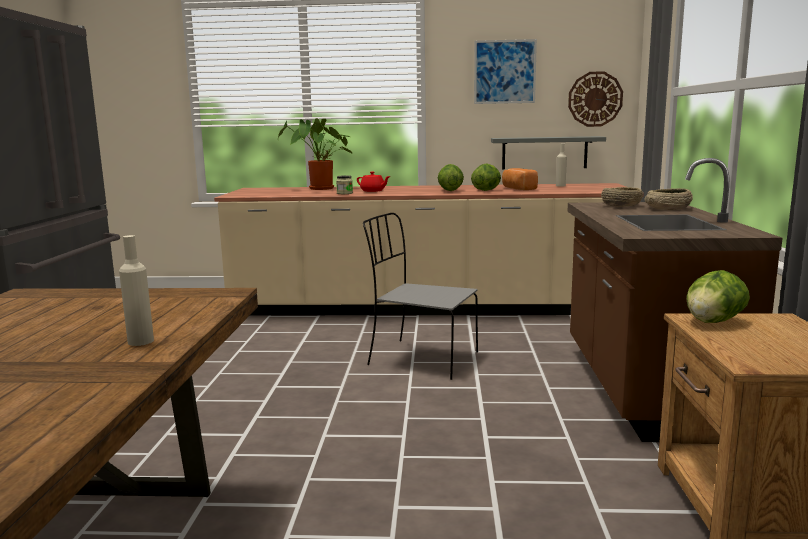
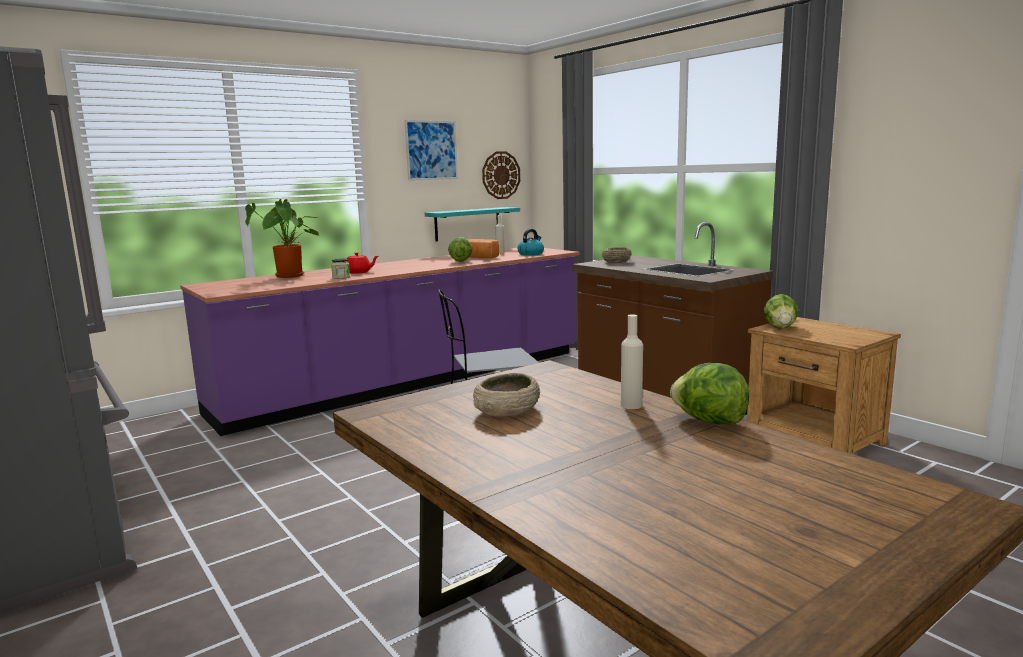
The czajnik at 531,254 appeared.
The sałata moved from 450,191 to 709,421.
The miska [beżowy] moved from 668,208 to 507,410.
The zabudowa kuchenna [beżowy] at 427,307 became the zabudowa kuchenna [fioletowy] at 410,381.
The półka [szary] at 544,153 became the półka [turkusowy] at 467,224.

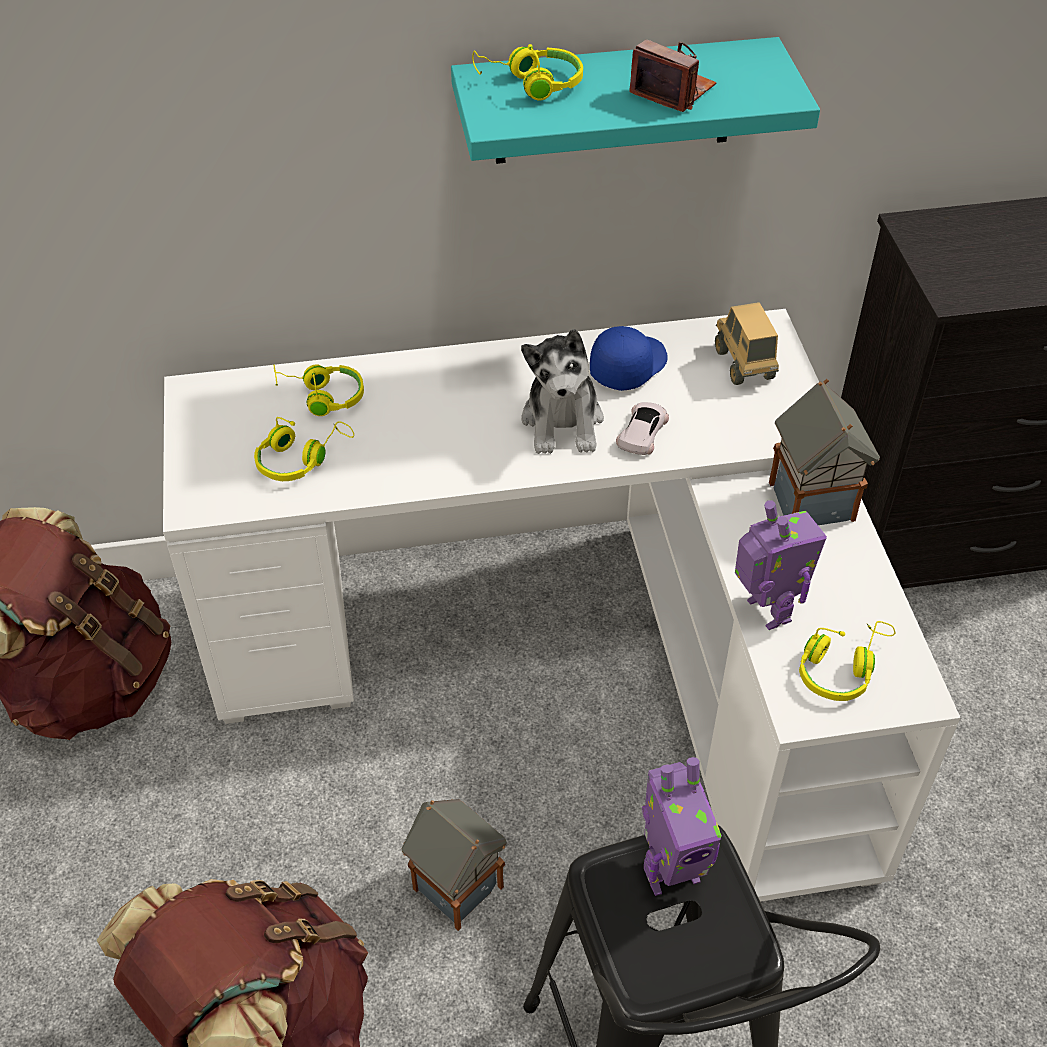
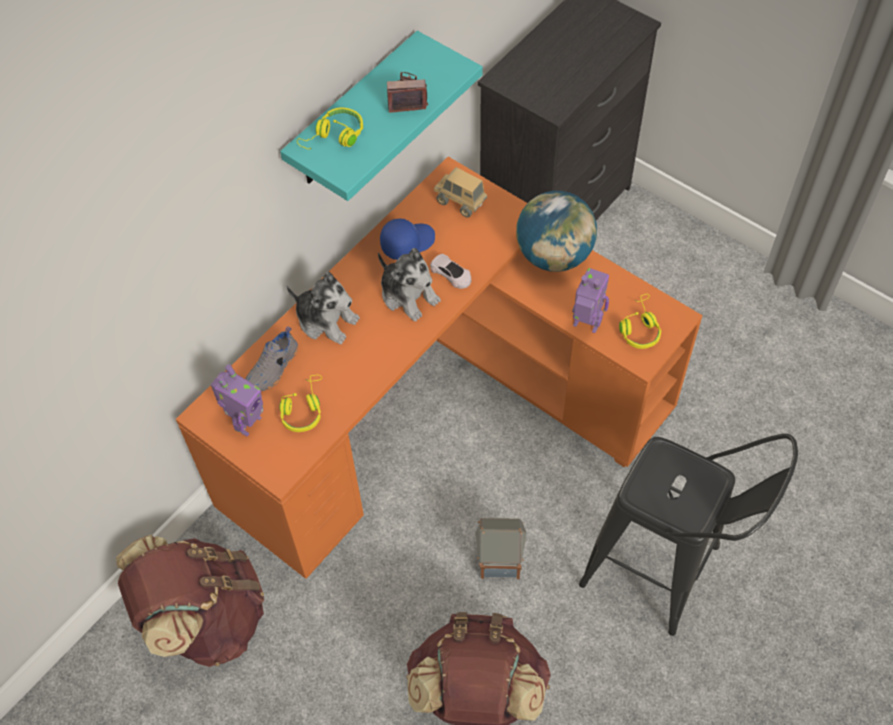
The pluszak at 326,320 appeared.
The robot zabawkowy moved from 670,872 to 246,422.
The słuchawki [żółty] at 321,396 was replaced by the but [szary] at 274,368.
The domek at 812,503 was replaced by the globus at 554,255.
The biurko [biały] at 570,654 became the biurko [pomarańczowy] at 438,408.
The czapka z daszkiem [niebieski] at 627,366 turned 60 degrees clockwise.
The samochodzik [biały] at 642,432 turned 150 degrees clockwise.

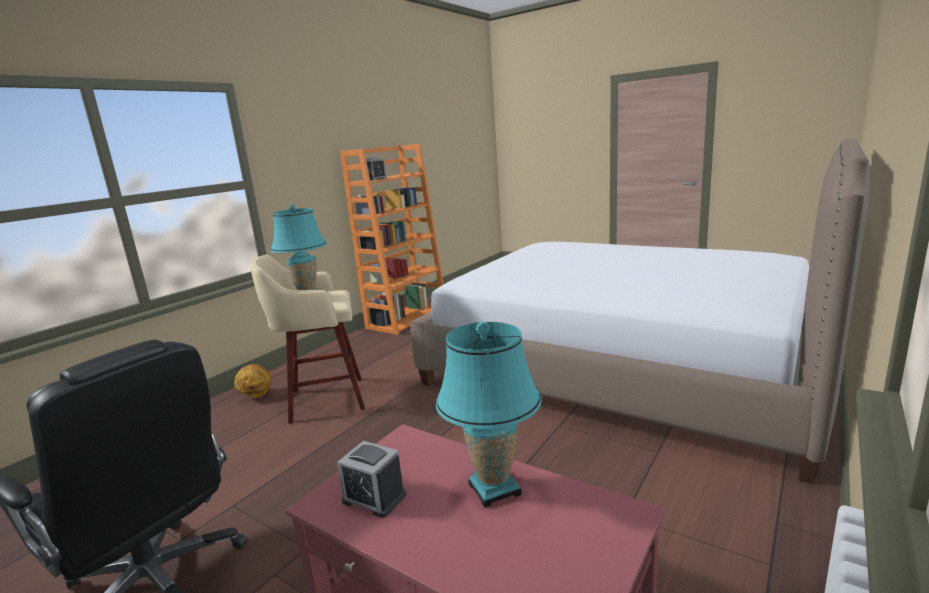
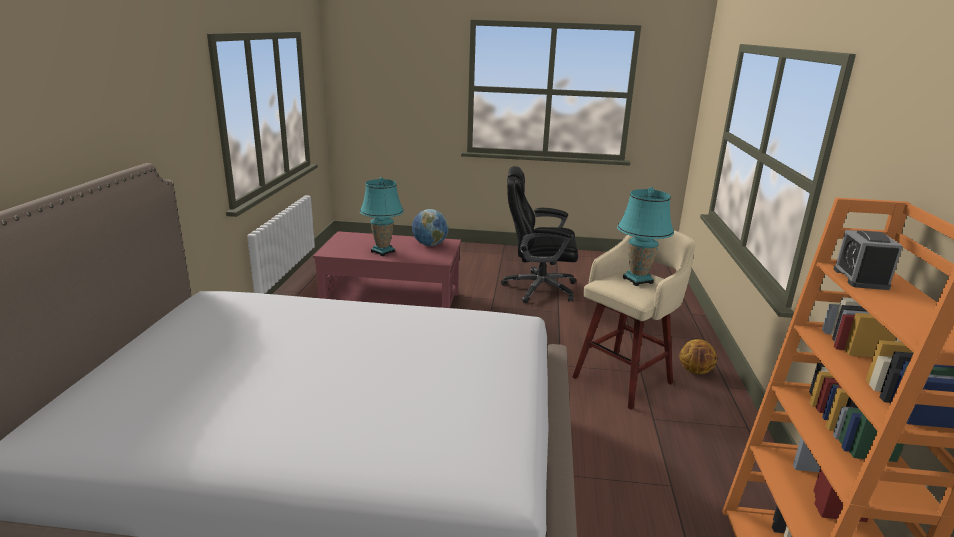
The budzik at 374,498 was replaced by the globus at 430,245.

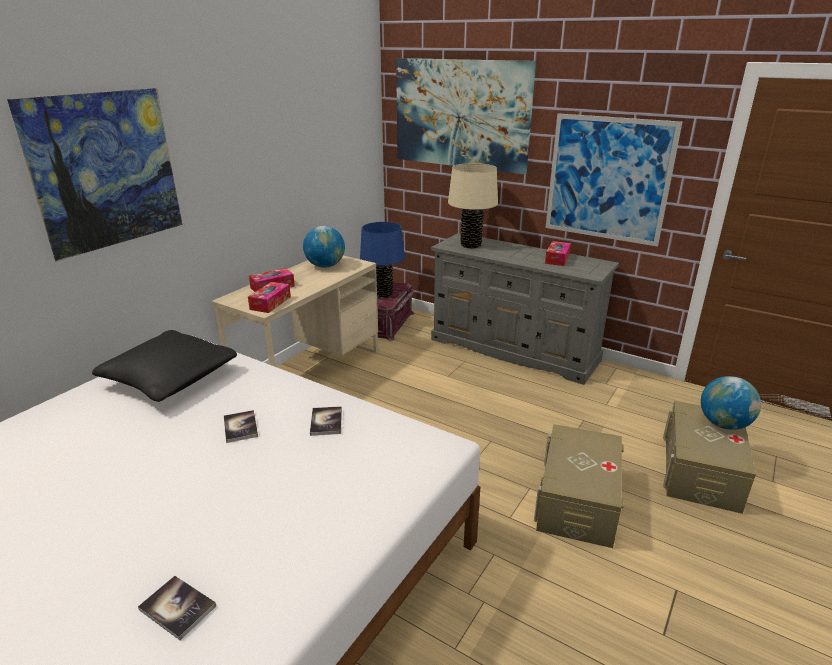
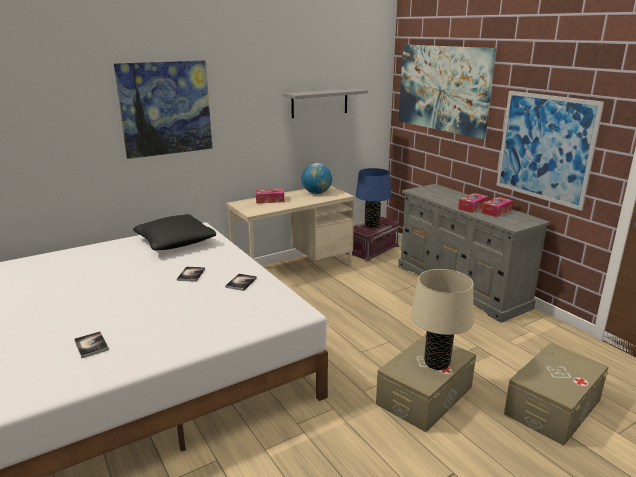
The globus at 724,424 disappeared.
The półka [szary] at 319,103 appeared.
The pudełko chusteczek moved from 270,303 to 472,207.
The lampa stołowa [beżowy] moved from 471,245 to 437,363.

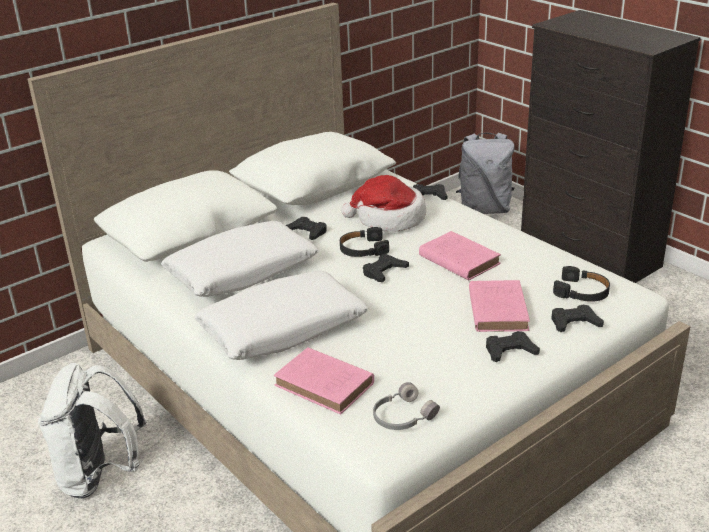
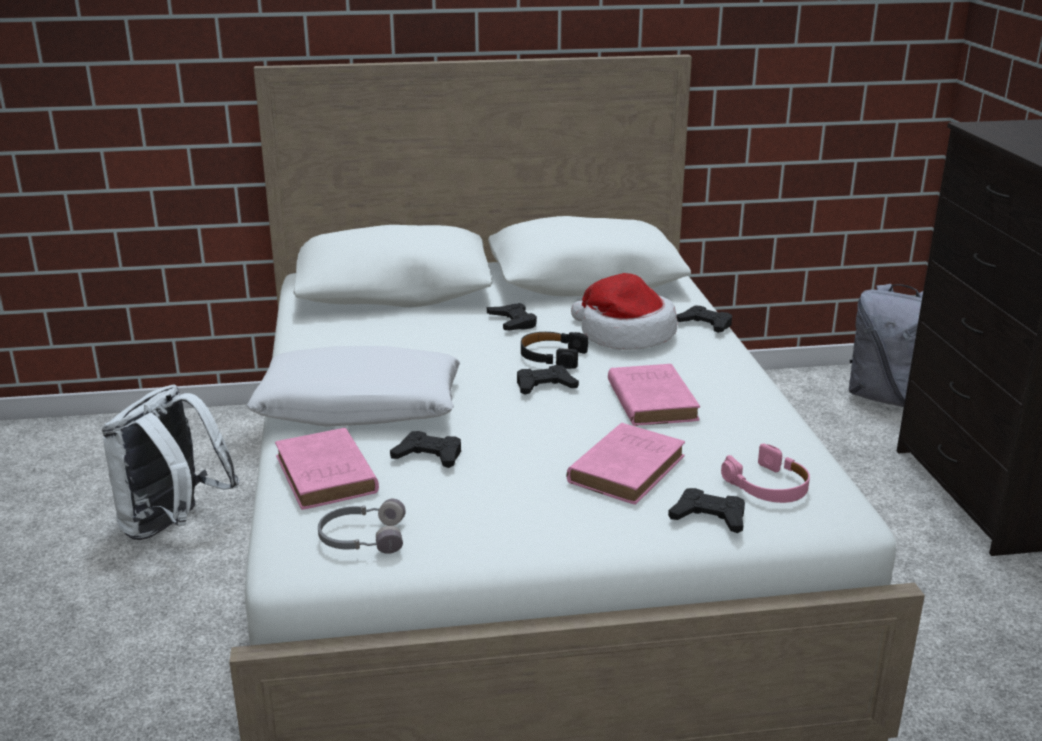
The poduszka [biały] at 242,272 disappeared.
The pad do gier [czarny] moved from 510,351 to 429,456.
The słuchawki [czarny] at 582,292 became the słuchawki [różowy] at 768,486.

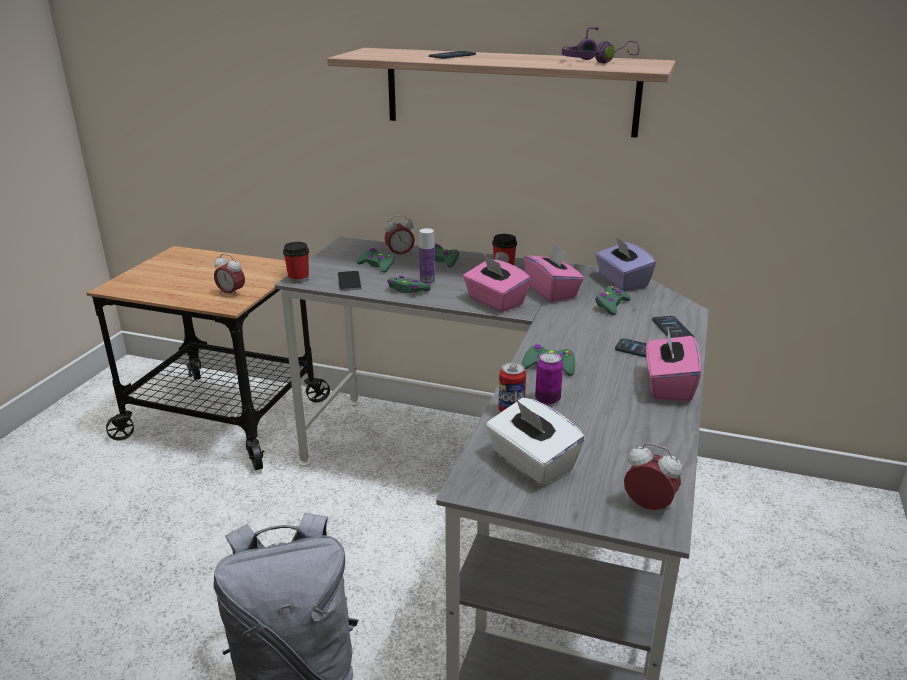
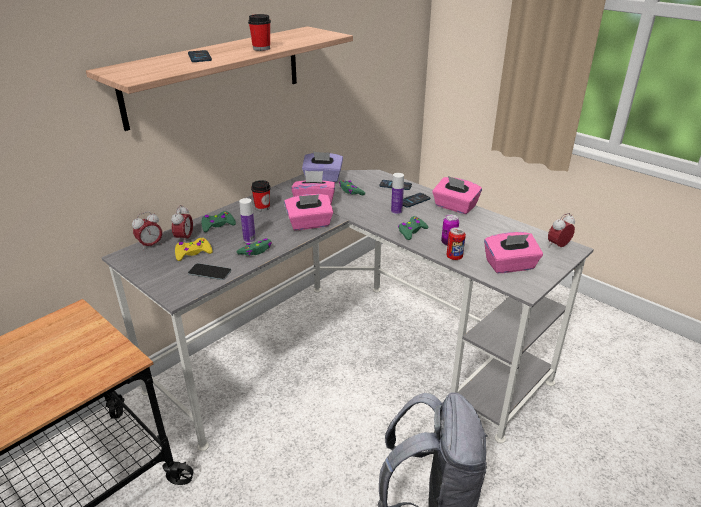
The słuchawki [fioletowy] at 595,61 disappeared.
The butelka at 396,212 appeared.
The budzik moved from 231,294 to 150,245.
The filiżanka moved from 298,279 to 261,48.
The pad do gier [zielony] at 377,265 became the pad do gier [żółty] at 193,253.
The pudełko chusteczek [biały] at 531,463 became the pudełko chusteczek [różowy] at 510,266.

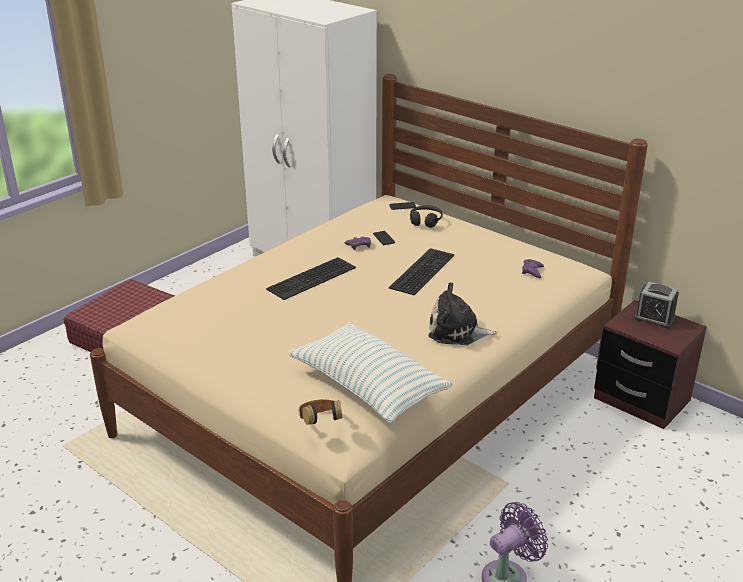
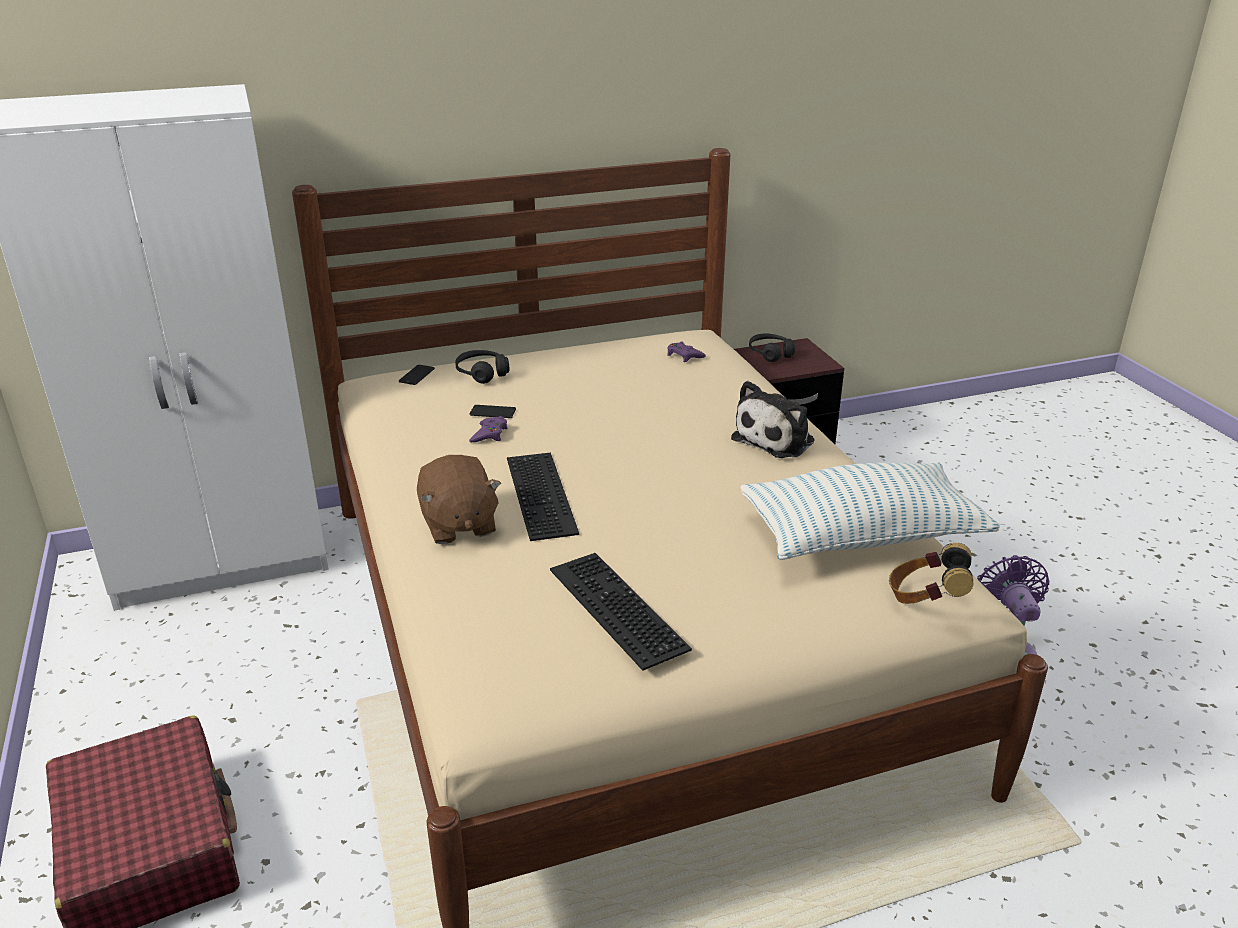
The pluszak [brązowy] at 458,525 appeared.
The klawiatura moved from 421,270 to 613,608.
The budzik at 654,318 was replaced by the słuchawki [czarny] at 770,353.

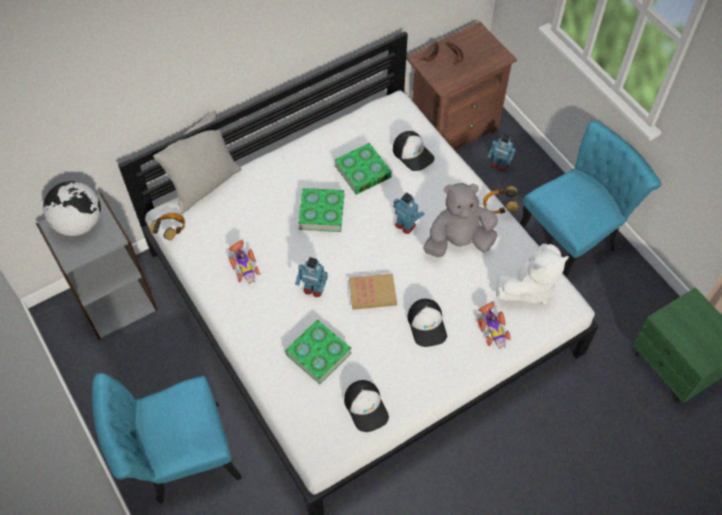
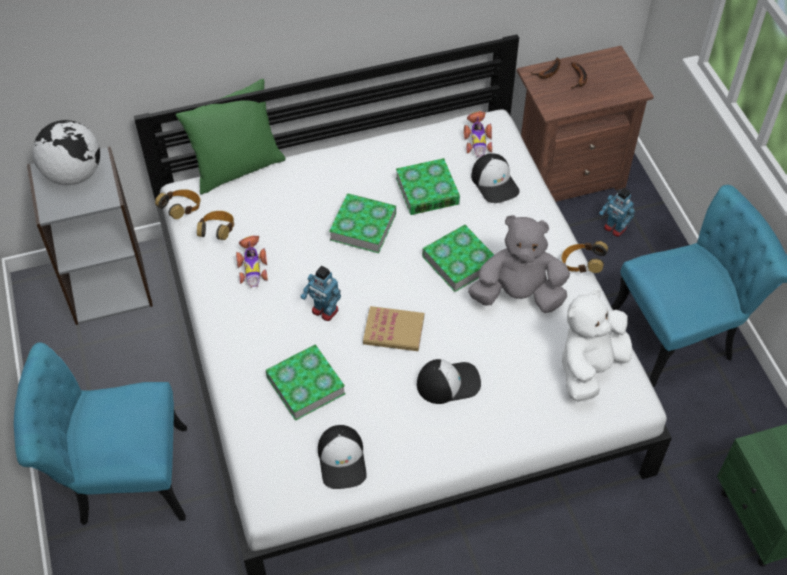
The słuchawki at 218,232 appeared.
The samochodzik moved from 492,327 to 477,139.
The robot zabawkowy at 405,225 was replaced by the książka at 459,262.
The poduszka [szary] at 204,185 became the poduszka [zielony] at 237,168.
The czapka z daszkiem at 427,325 turned 105 degrees counterclockwise.
The pluszak [biały] at 529,288 turned 150 degrees clockwise.

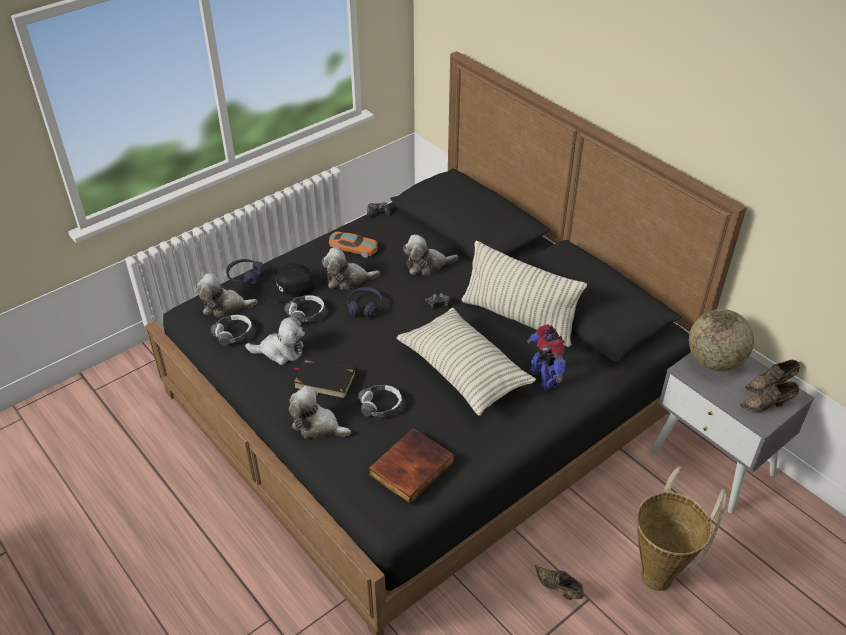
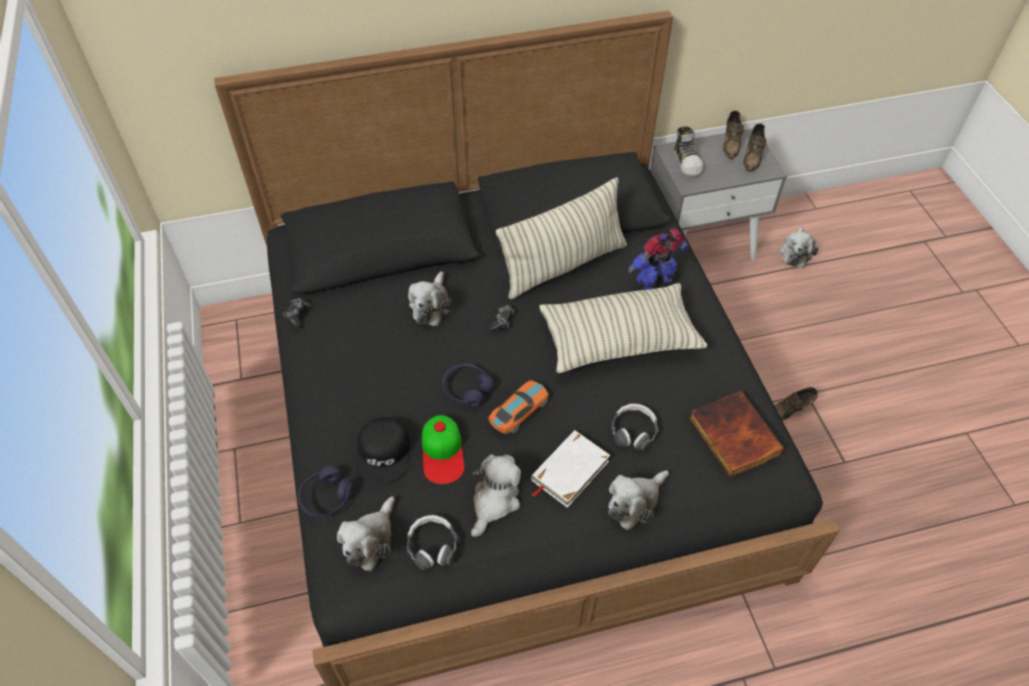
The koszyk at 661,571 disappeared.
The pluszak moved from 347,279 to 795,252.
The samochodzik moved from 353,248 to 519,411.
The słuchawki at 306,313 was replaced by the czapka z daszkiem at 443,452.
The globus at 714,361 was replaced by the but at 687,162.
The książka [czarny] at 325,380 became the książka [biały] at 569,470.
The robot zabawkowy at 544,377 turned 150 degrees clockwise.

